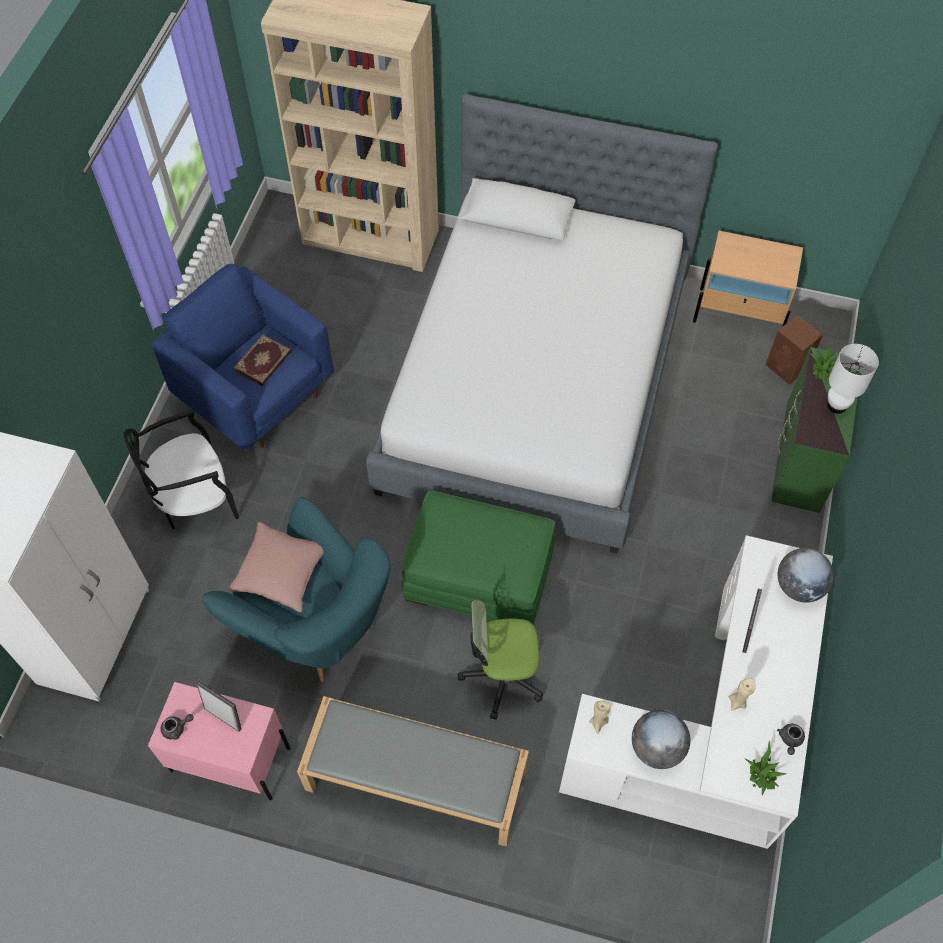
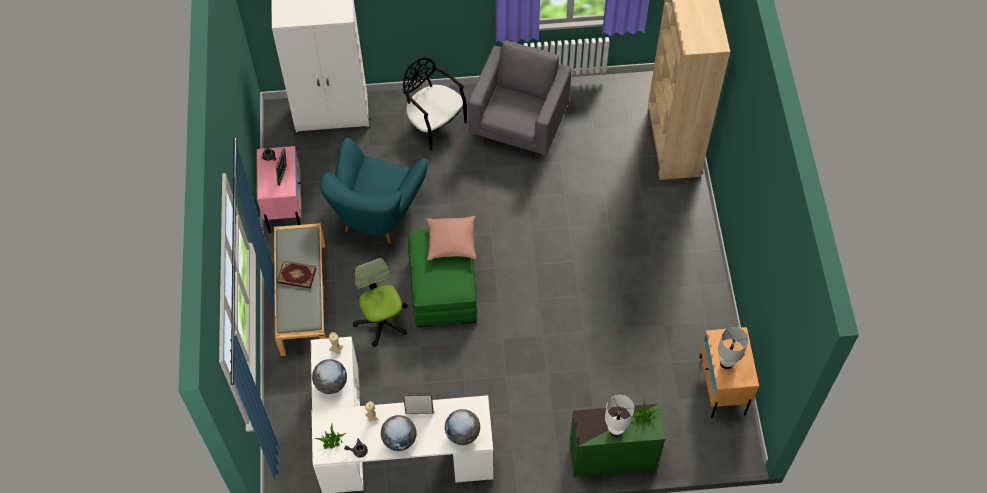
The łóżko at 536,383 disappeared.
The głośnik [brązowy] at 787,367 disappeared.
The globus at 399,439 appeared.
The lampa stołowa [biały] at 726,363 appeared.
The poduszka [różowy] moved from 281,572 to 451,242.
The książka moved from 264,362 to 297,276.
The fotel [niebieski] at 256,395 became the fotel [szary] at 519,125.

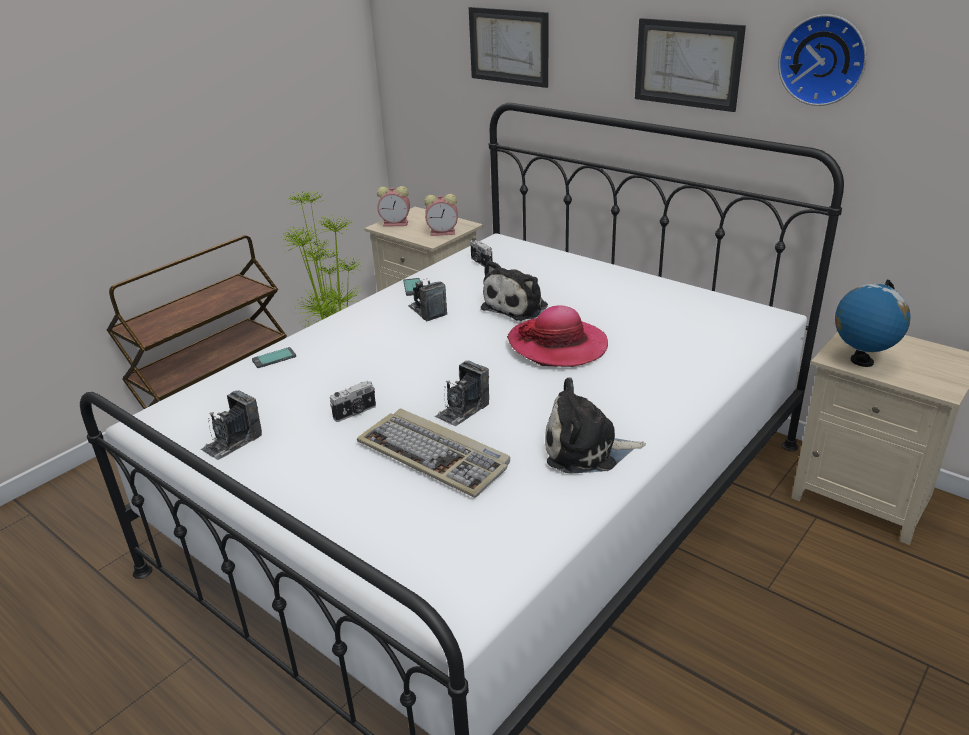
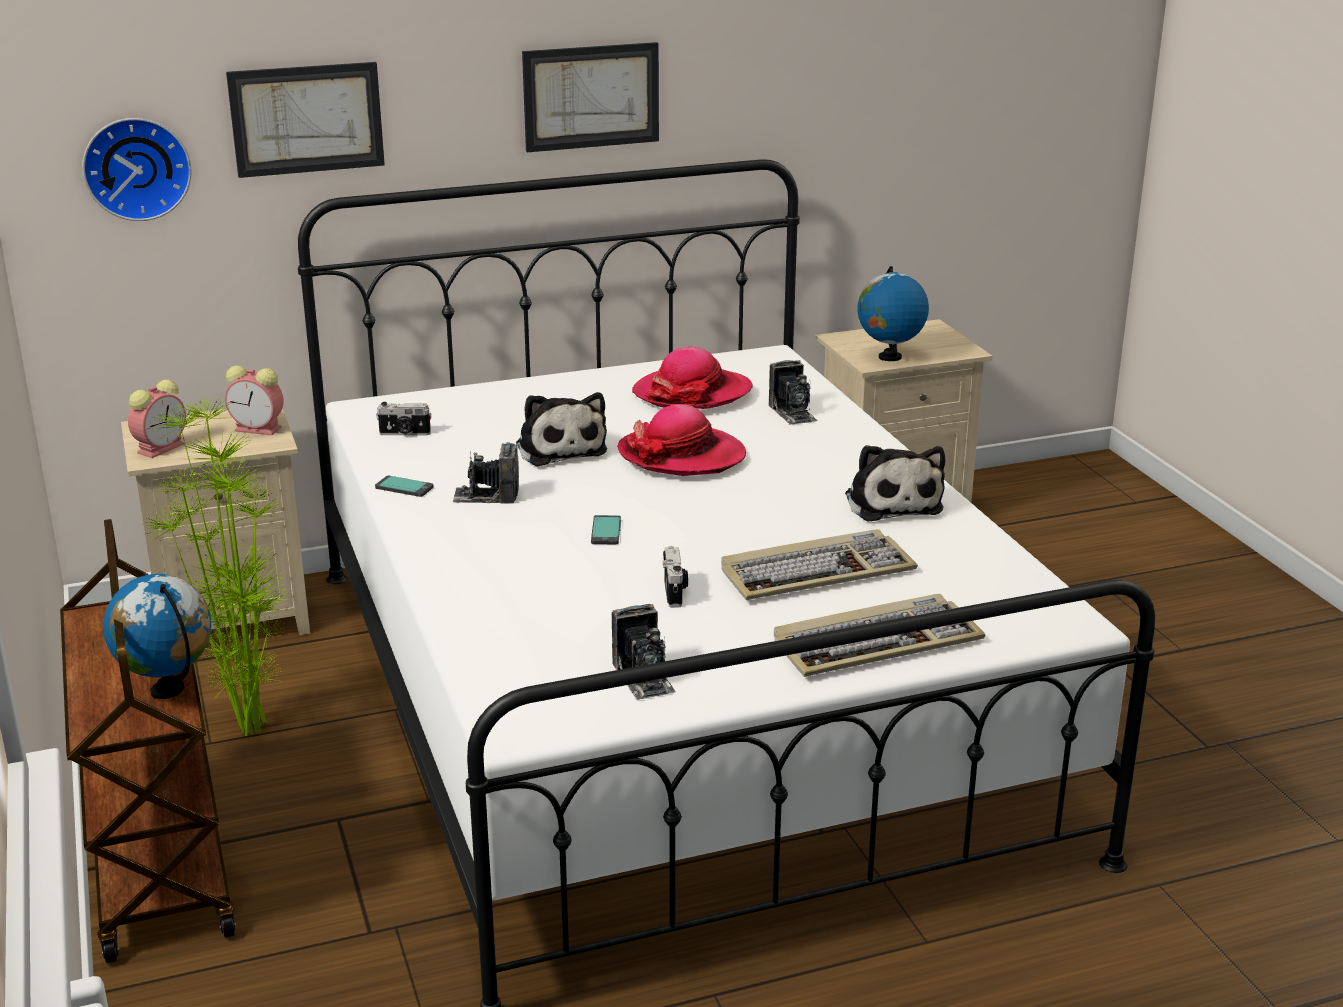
The globus at 168,690 appeared.
The kapelusz at 692,393 appeared.
The klawiatura at 877,642 appeared.
The telefon moved from 274,358 to 606,531.
The aparat fotograficzny moved from 463,410 to 792,413.
The zegar ścienny moved from 823,59 to 136,167.
The budzik at 443,232 turned 75 degrees clockwise.
The pluszak at 586,450 turned 45 degrees counterclockwise.

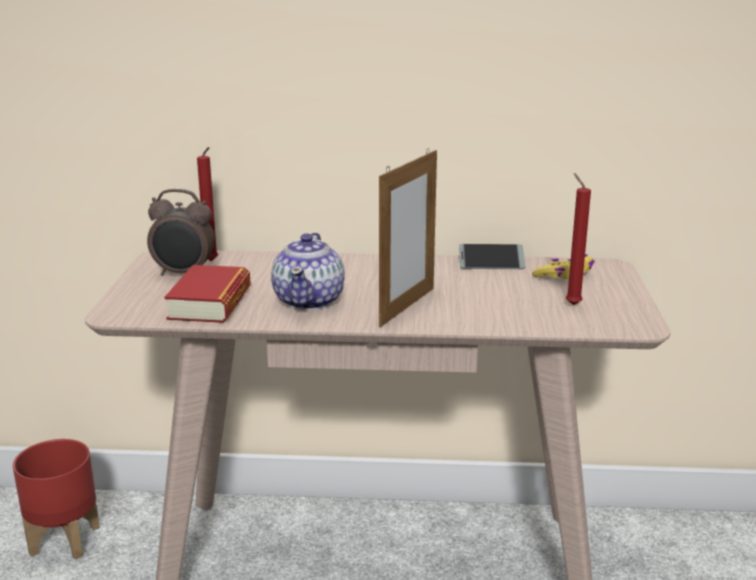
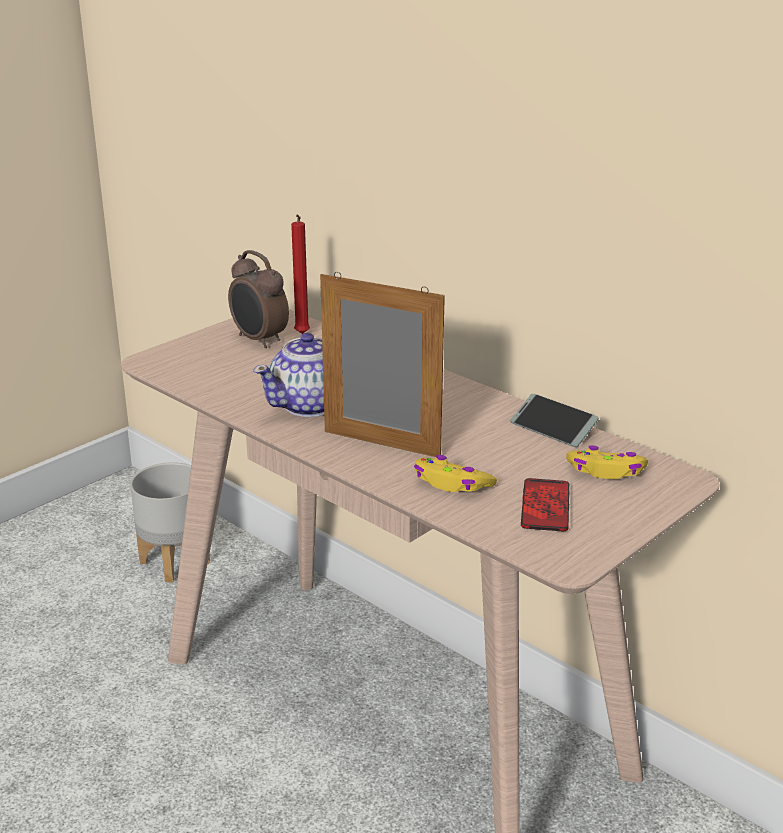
The książka at 210,303 disappeared.
The pad do gier [żółty] at 452,483 appeared.
The świeca [czerwony] at 571,304 was replaced by the telefon at 545,506.
The donica [czerwony] at 65,539 became the donica [szary] at 176,561.
The ramka na zdjęcie at 407,306 turned 135 degrees counterclockwise.

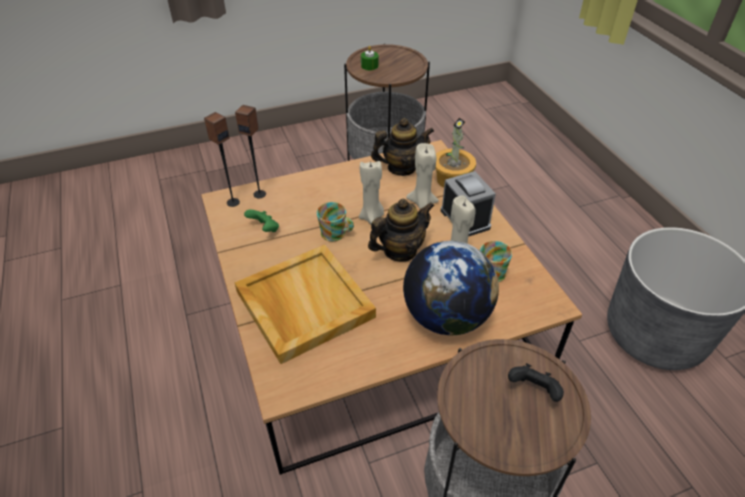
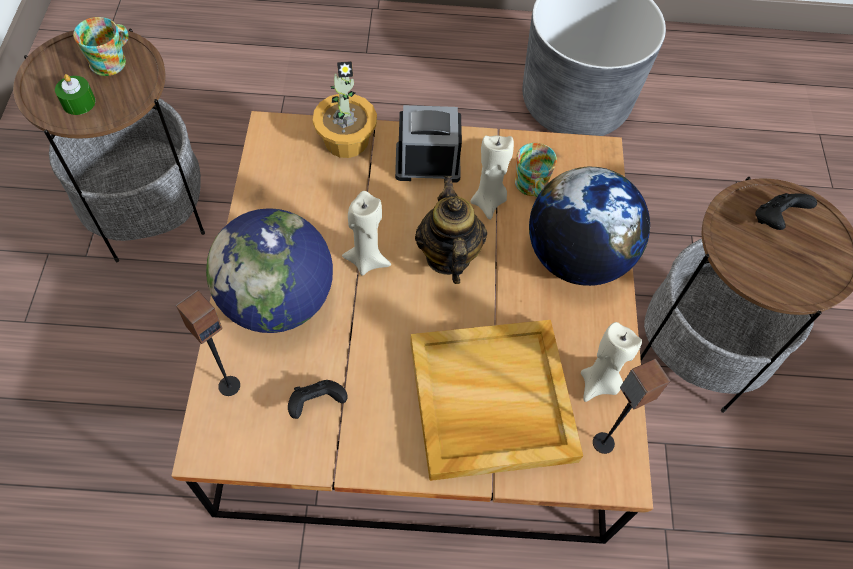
The imbryk at 401,168 disappeared.
The globus at 278,300 appeared.
The głośnik moved from 233,202 to 603,443.
The kubek moved from 336,234 to 112,61.
The świeca [beżowy] moved from 422,203 to 599,384.
The pad do gier [zielony] at 264,229 became the pad do gier [czarny] at 317,404.

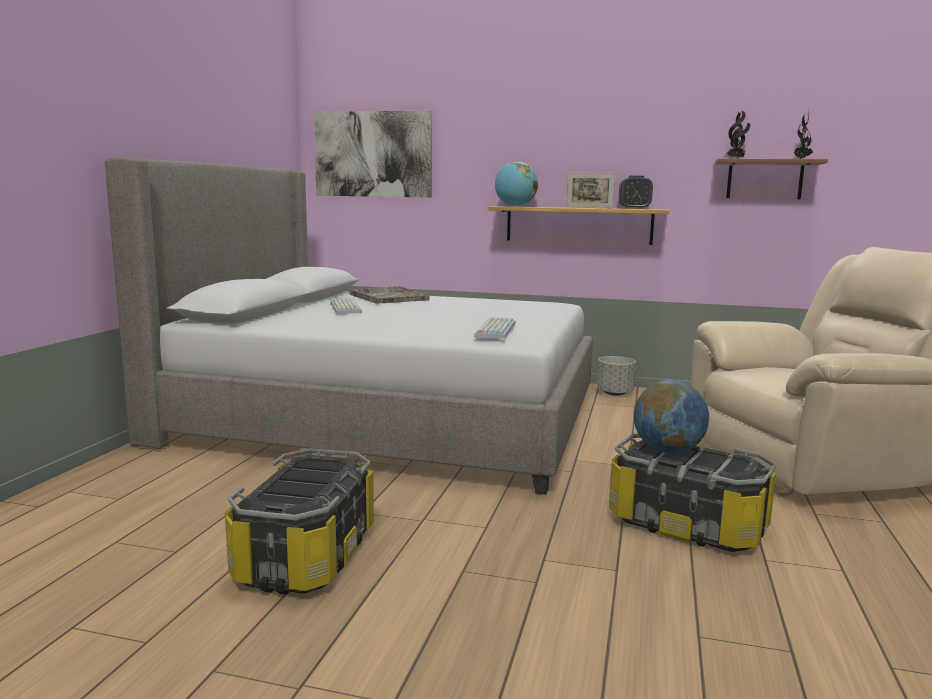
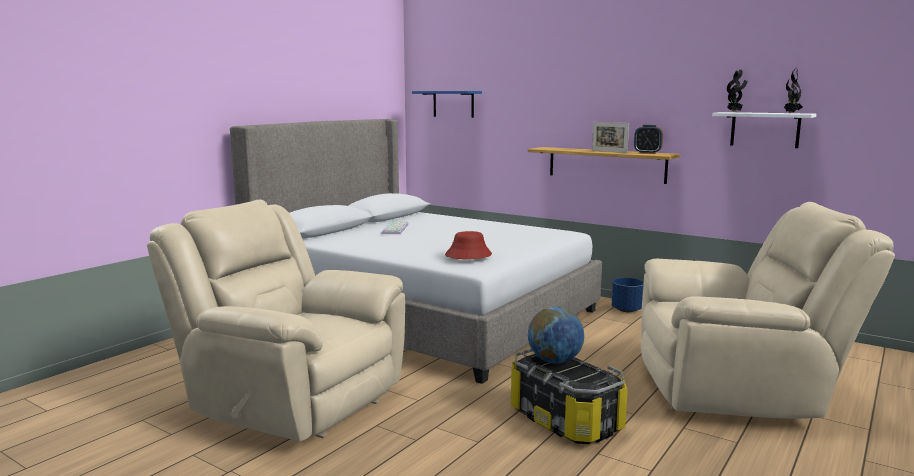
The taca [szary] at 388,297 disappeared.
The globus at 515,206 disappeared.
The pojemnik do przechowywania at 305,556 was replaced by the fotel [beżowy] at 290,401.
The obraz at 372,154 was replaced by the półka [niebieski] at 453,104.
The klawiatura at 494,329 was replaced by the kapelusz [czerwony] at 468,255.
The donica [szary] at 614,393 became the donica [niebieski] at 626,310.
The półka [brązowy] at 764,179 became the półka [biały] at 765,129.

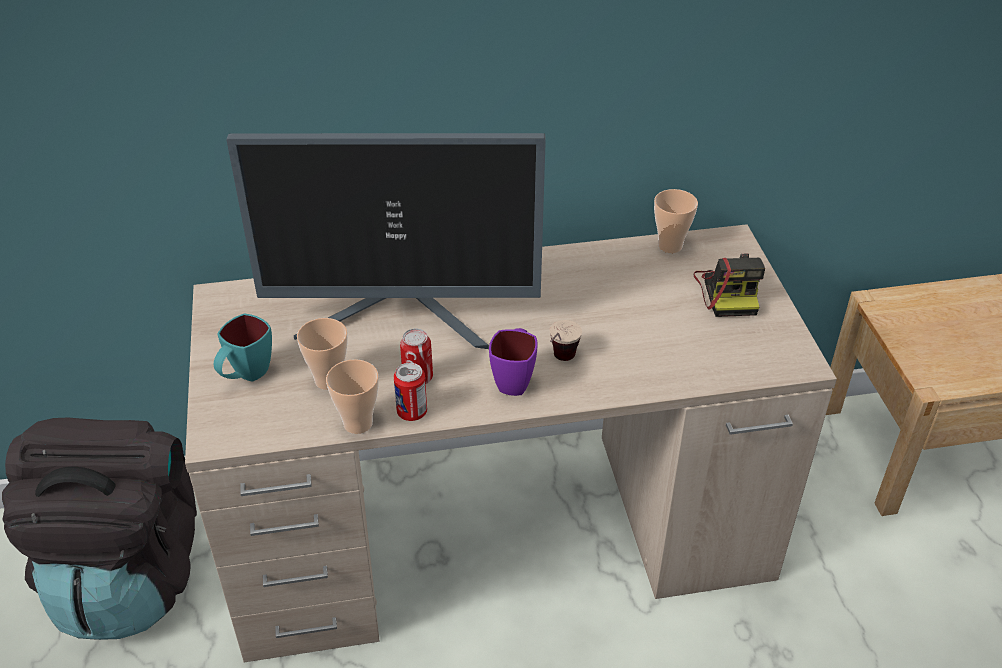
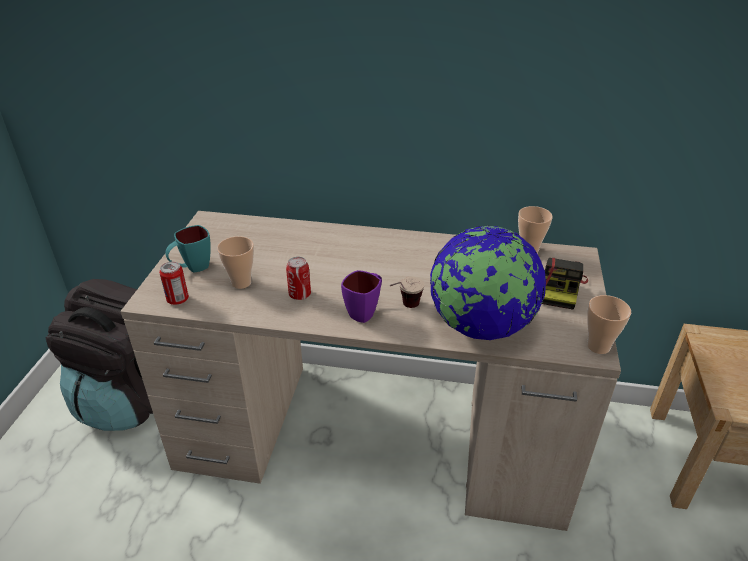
The monitor at 402,318 disappeared.
The globus at 480,326 appeared.
The filiżanka moved from 358,423 to 598,346.
The puszka moved from 412,412 to 178,300.

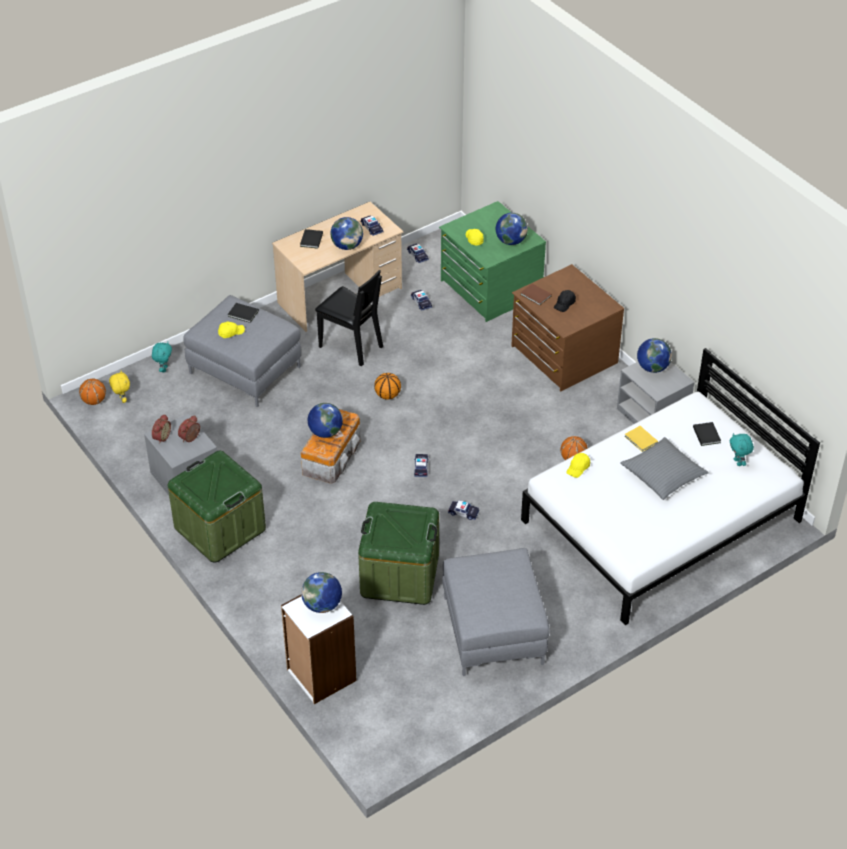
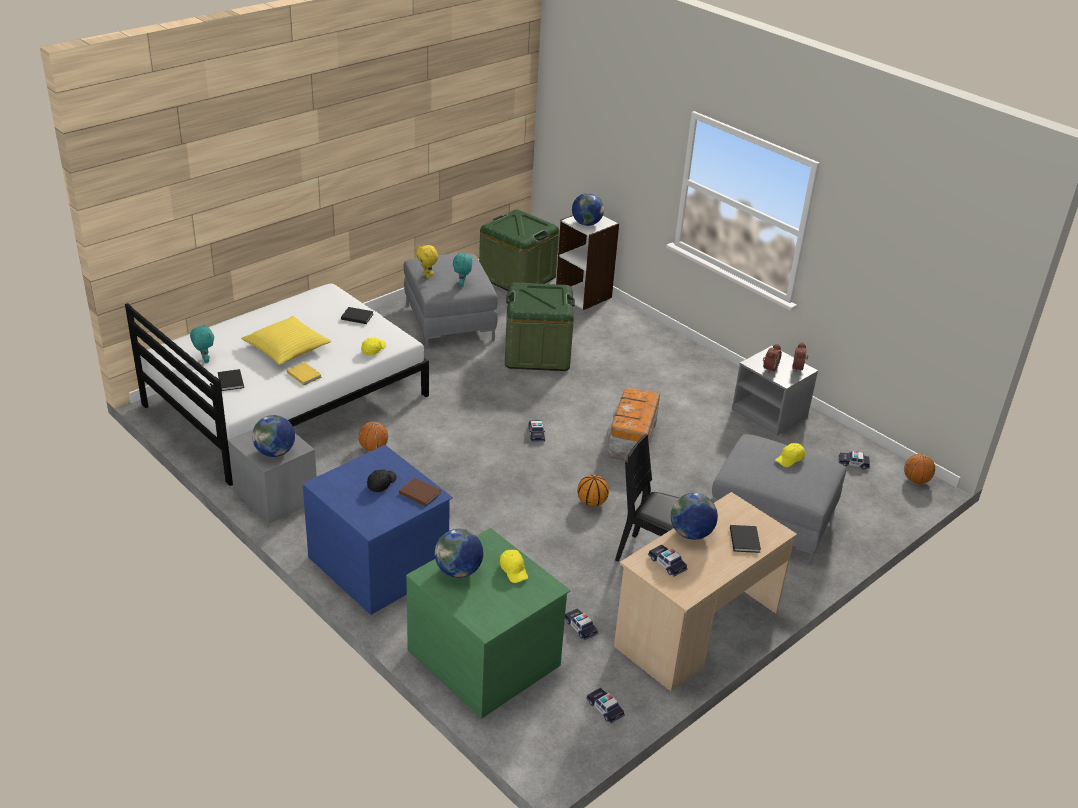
The globus at 325,432 disappeared.
The pluszak [żółty] moved from 122,399 to 427,276.
The pluszak [turkusowy] moved from 164,369 to 462,285.
The pojemnik do przechowywania [zielony] moved from 220,528 to 517,277.
The książka [czarny] moved from 243,314 to 356,316.
The samochodzik moved from 463,513 to 853,463.
The komoda [brązowy] at 563,355 became the komoda [niebieski] at 380,563.
The poduszka [szary] at 663,474 became the poduszka [żółty] at 287,348.

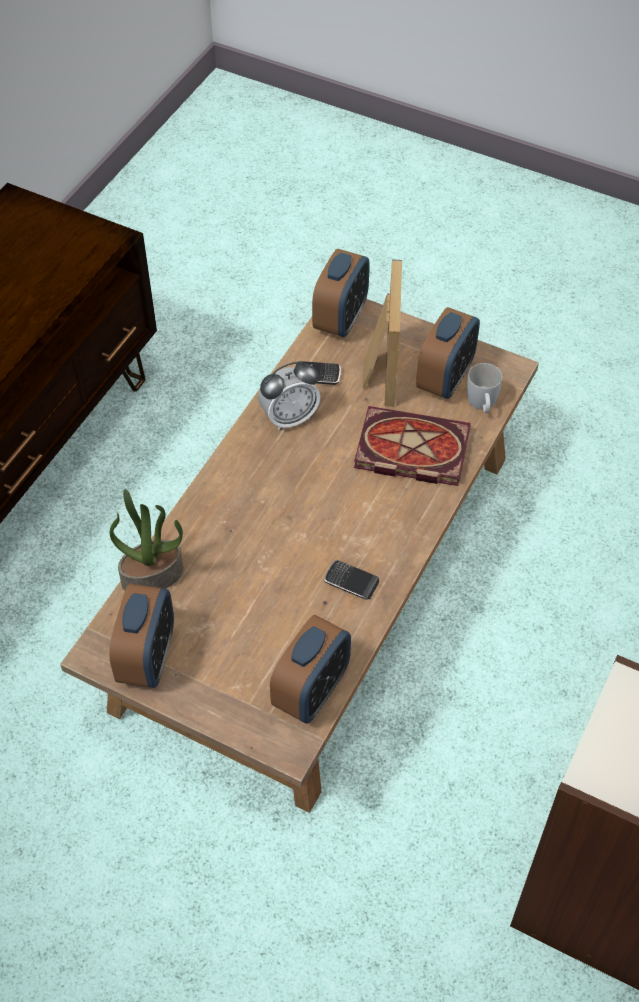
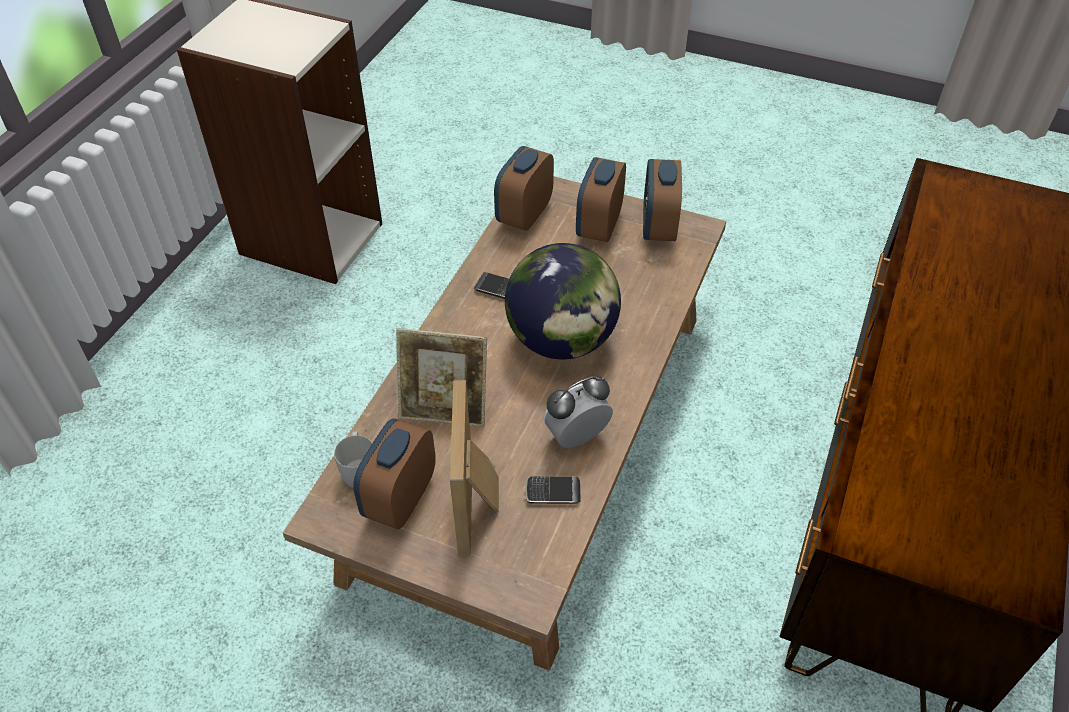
The roślina doniczkowa at 153,575 disappeared.
The globus at 562,341 appeared.
The budzik moved from 341,319 to 598,227.
The książka at 409,450 was replaced by the ramka na zdjęcie at 445,410.

